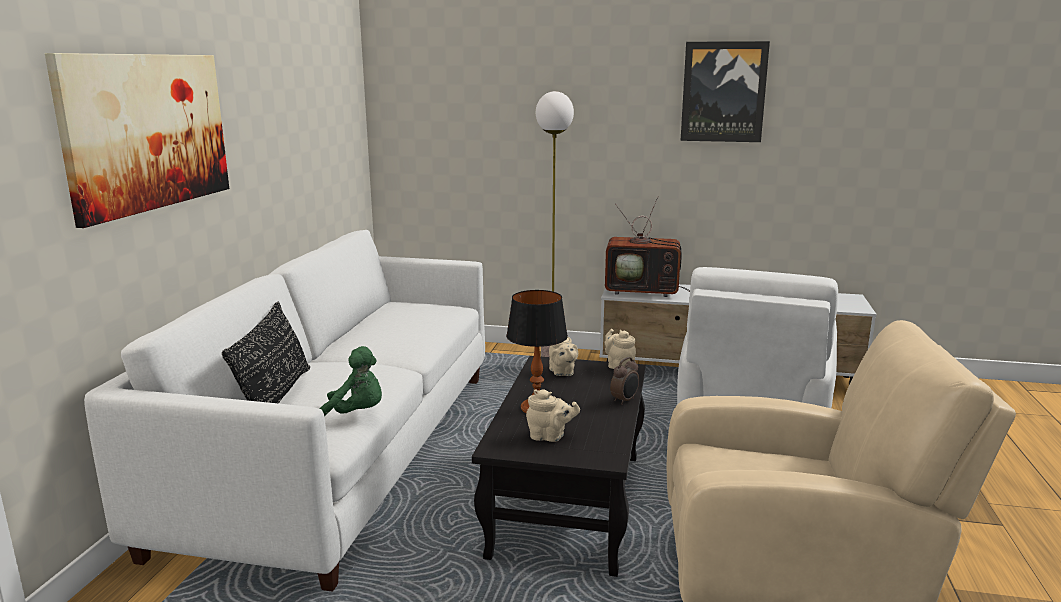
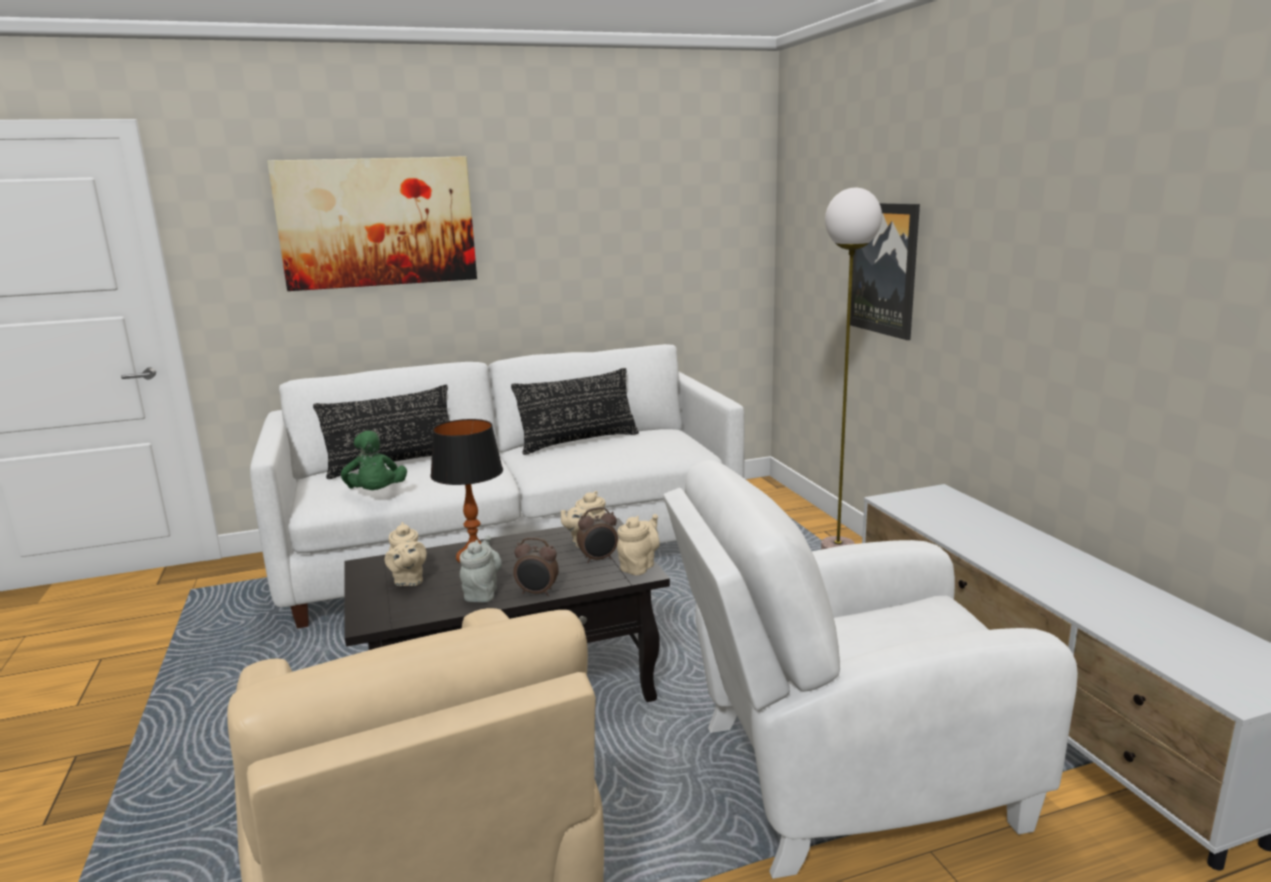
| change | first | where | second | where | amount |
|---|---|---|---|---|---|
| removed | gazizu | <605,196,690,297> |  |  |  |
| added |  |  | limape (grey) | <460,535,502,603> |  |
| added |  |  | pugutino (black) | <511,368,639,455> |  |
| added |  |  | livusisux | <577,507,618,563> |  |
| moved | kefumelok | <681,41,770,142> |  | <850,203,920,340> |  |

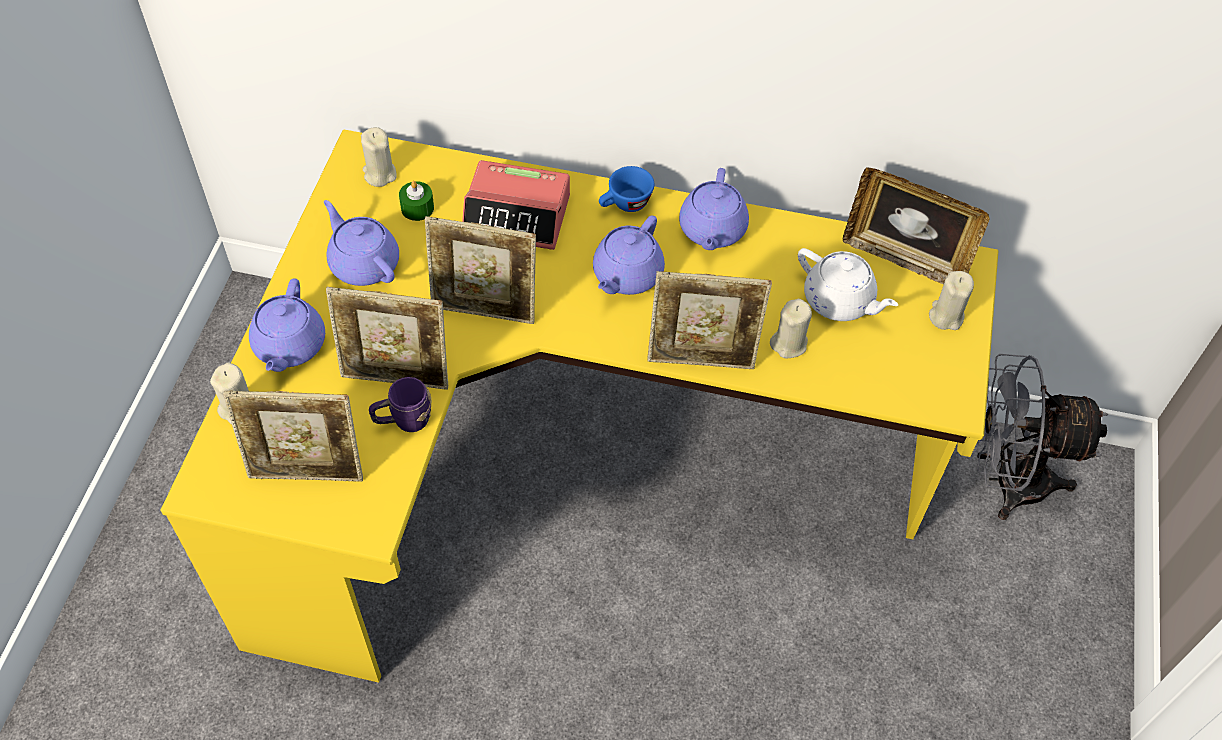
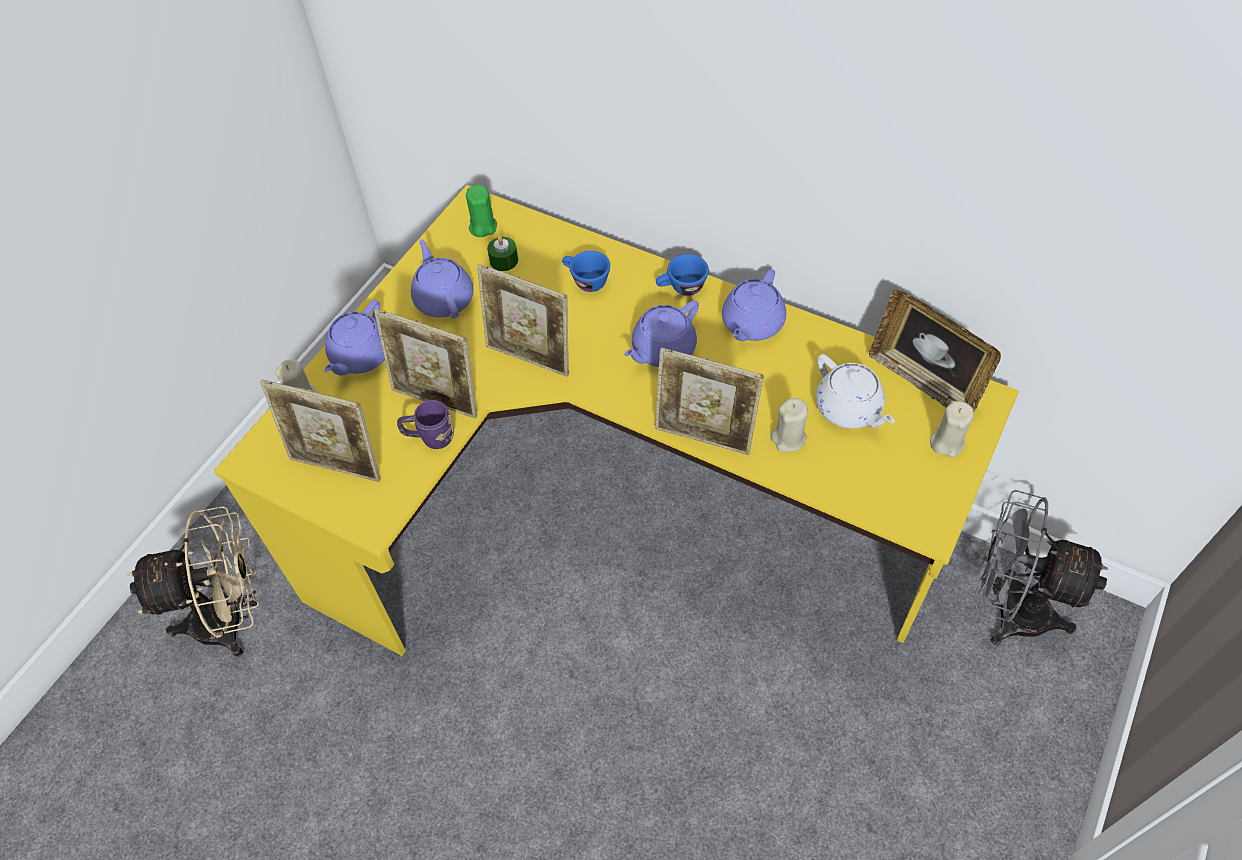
| change | first | where | second | where | amount |
|---|---|---|---|---|---|
| added |  |  | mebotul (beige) | <127,506,259,657> |  |
| replaced | livusisux | <462,160,570,250> | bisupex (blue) | <562,251,610,292> |  |
| recoloured | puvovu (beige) | <361,127,397,187> | puvovu (green) | <466,185,497,237> |  |

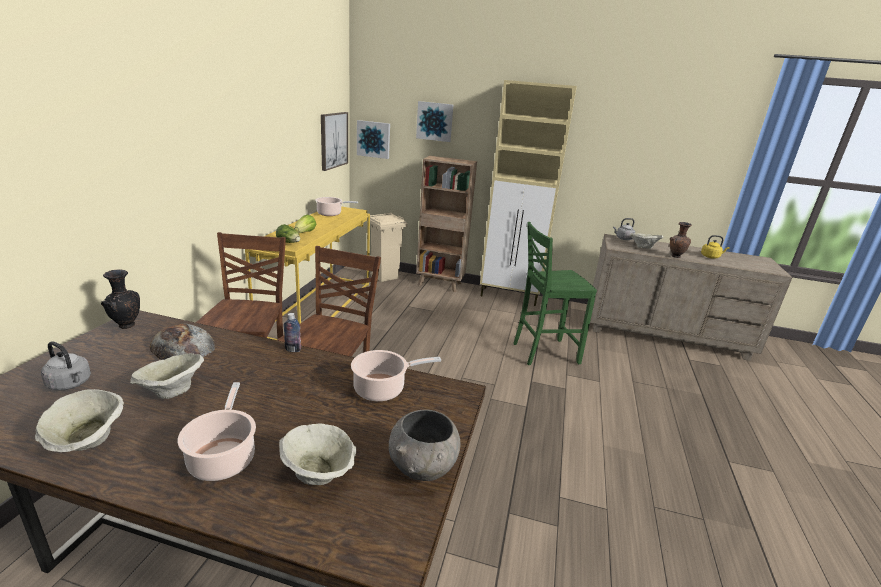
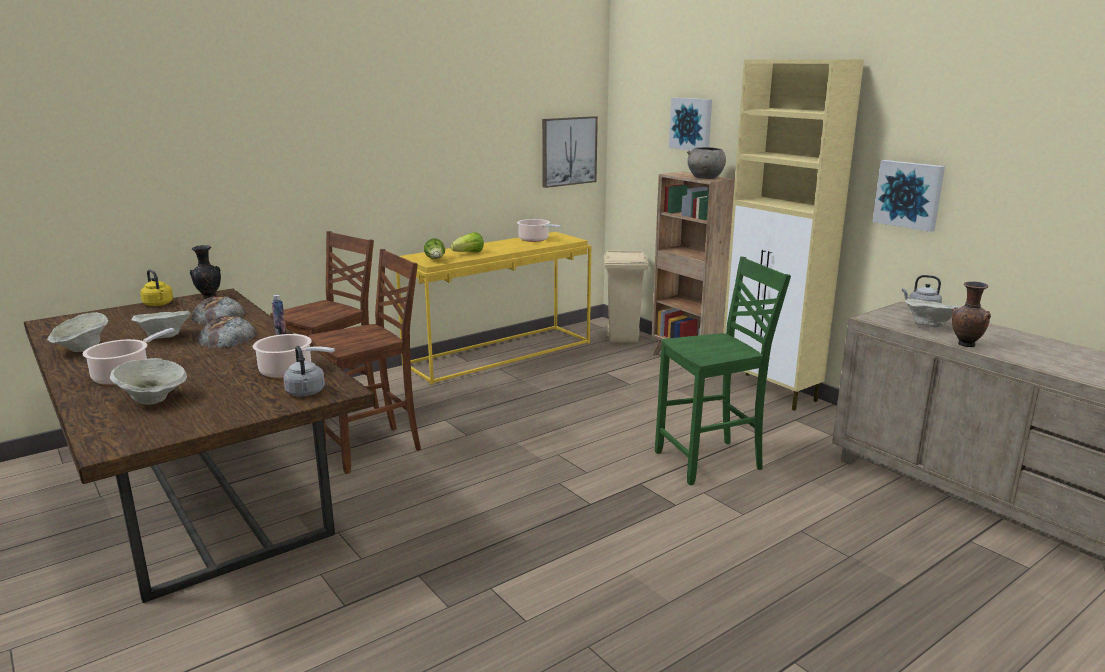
| change | first | where | second | where | amount |
|---|---|---|---|---|---|
| added |  |  | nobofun | <197,316,257,348> |  |
| moved | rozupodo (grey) | <41,341,91,390> |  | <283,346,325,397> |  |
| moved | kefumelok | <357,120,390,159> |  | <873,160,945,232> |  |
| moved | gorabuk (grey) | <389,409,461,481> |  | <687,147,726,179> |  |
| moved | rozupodo (yellow) | <701,235,730,258> |  | <140,269,173,306> |  |
| turned | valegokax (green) | <513,222,597,365> |  | <655,256,791,485> | 135 degrees clockwise |

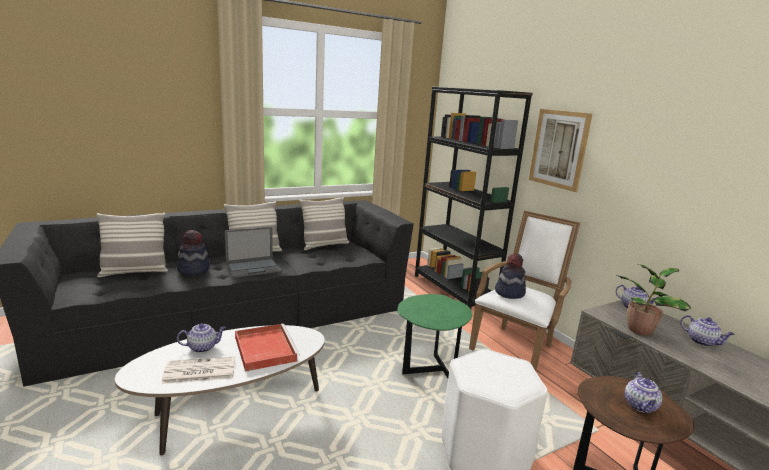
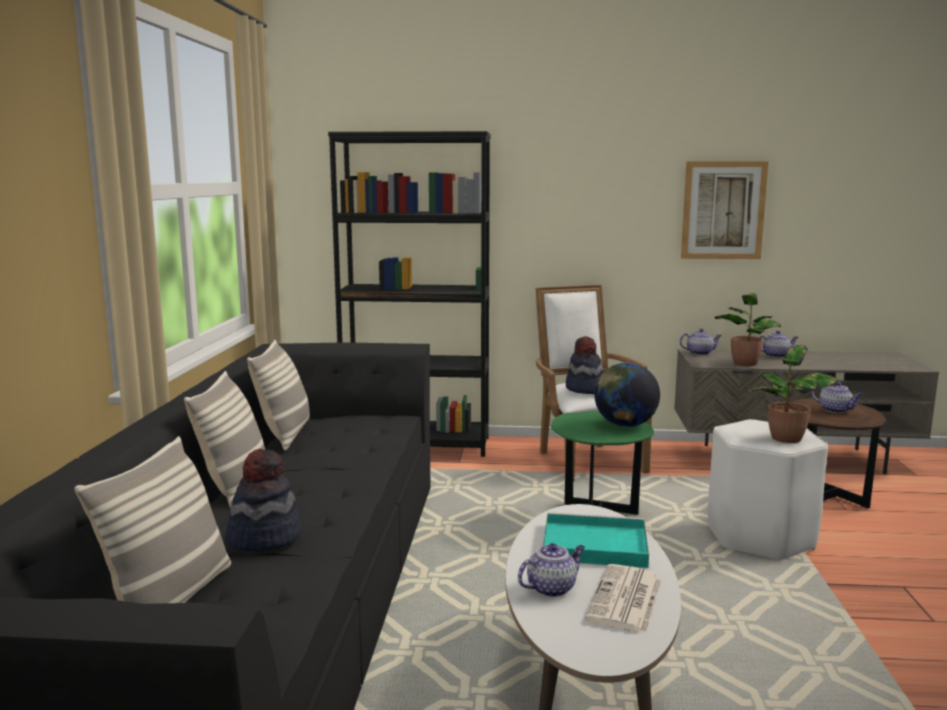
| change | first | where | second | where | amount |
|---|---|---|---|---|---|
| removed | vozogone | <225,227,282,278> |  |  |  |
| added |  |  | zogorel | <594,363,660,427> |  |
| added |  |  | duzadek | <746,345,838,443> |  |
| moved | kefumelok | <529,109,592,192> |  | <681,161,769,259> |  |
| recoloured | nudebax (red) | <235,324,300,372> | nudebax (turquoise) | <543,512,649,568> |  |
| turned | limape | <177,323,226,353> |  | <518,543,585,597> | 45 degrees clockwise |

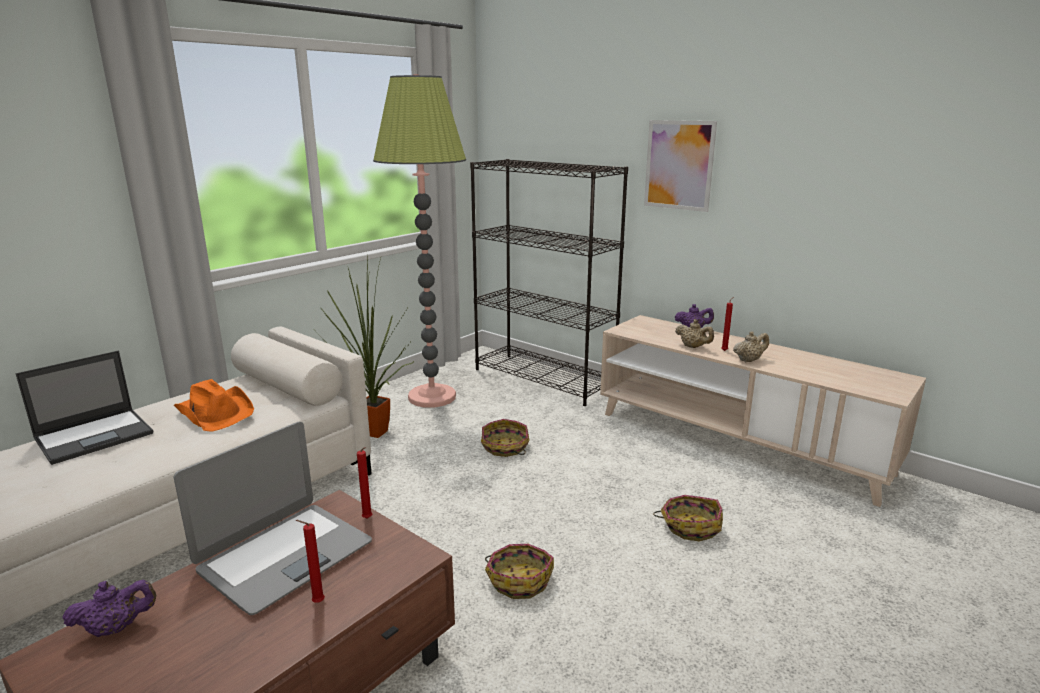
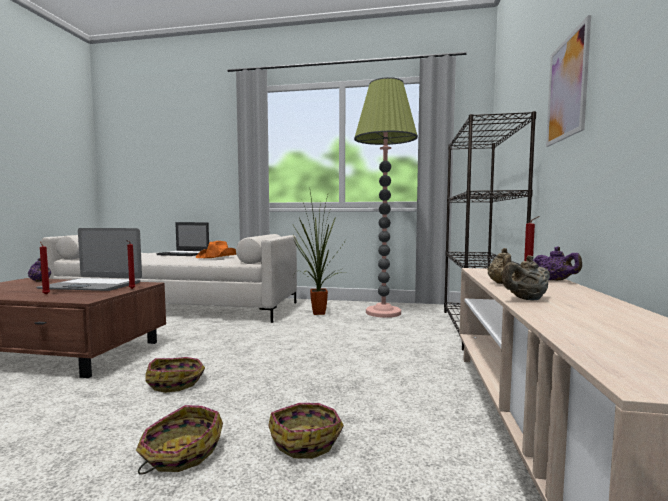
| change | first | where | second | where | amount |
|---|---|---|---|---|---|
| moved | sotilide | <481,419,530,457> |  | <136,405,223,475> |  |
| turned | limape (beige) | <733,331,769,362> |  | <502,255,550,300> | 120 degrees clockwise |

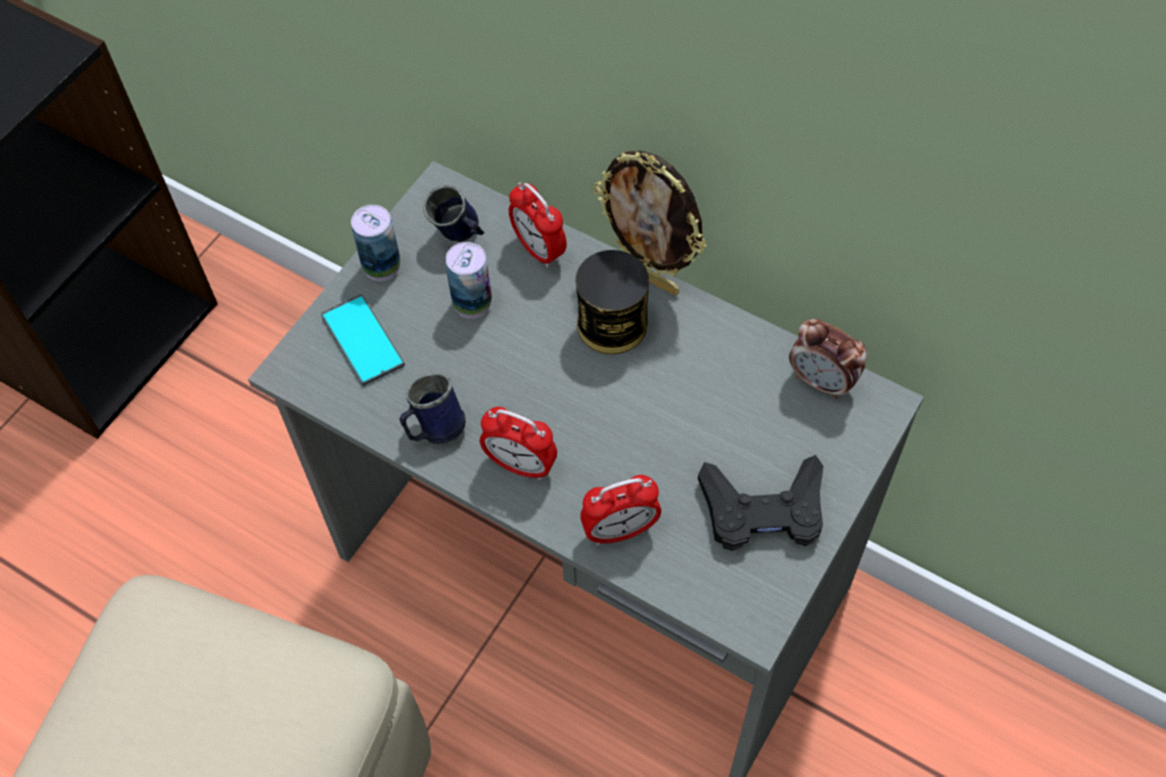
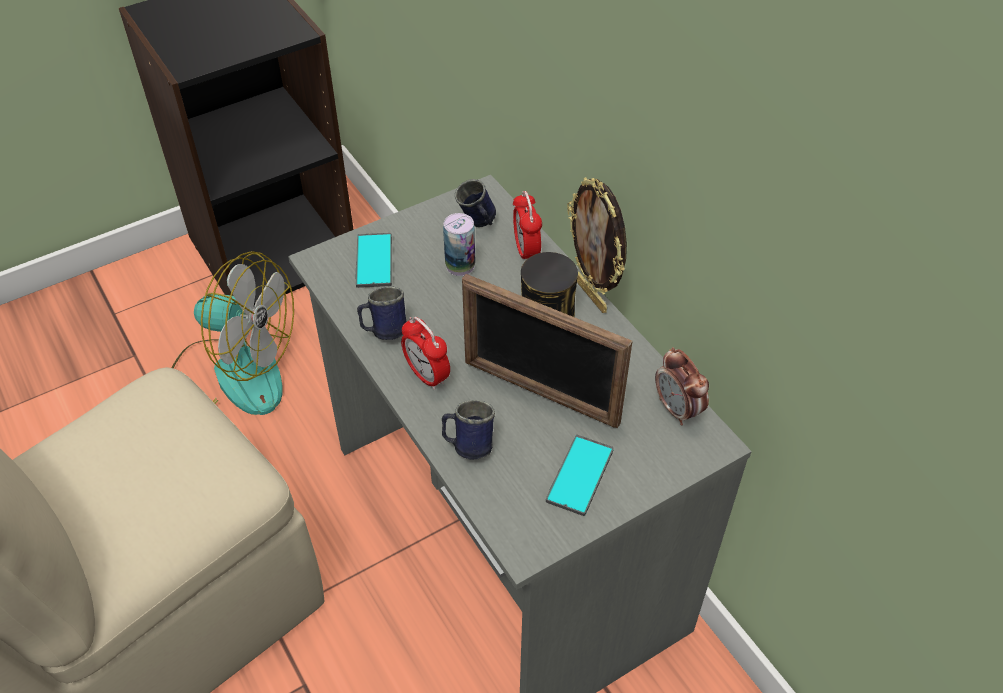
| change | first | where | second | where | amount |
|---|---|---|---|---|---|
| removed | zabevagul | <351,205,400,281> |  |  |  |
| added |  |  | mebotul | <172,251,294,415> |  |
| added |  |  | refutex | <462,274,632,428> |  |
| replaced | livusisux | <580,475,661,545> | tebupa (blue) | <442,400,495,459> |  |
| replaced | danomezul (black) | <698,455,824,551> | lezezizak | <546,435,614,516> |  |

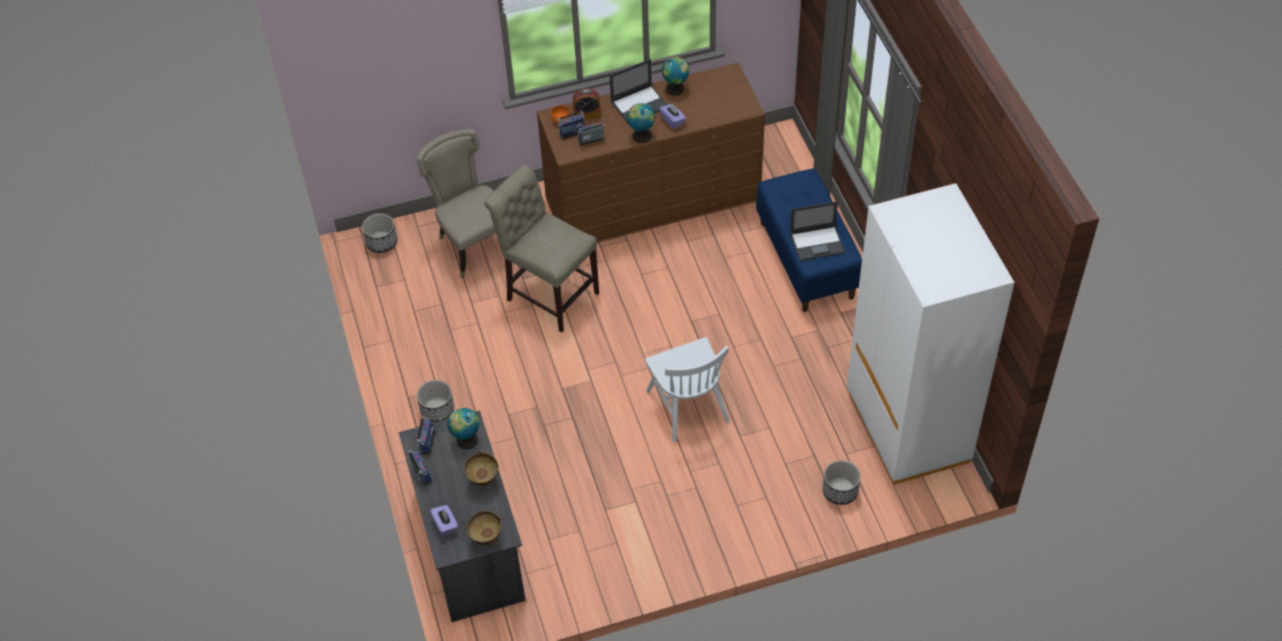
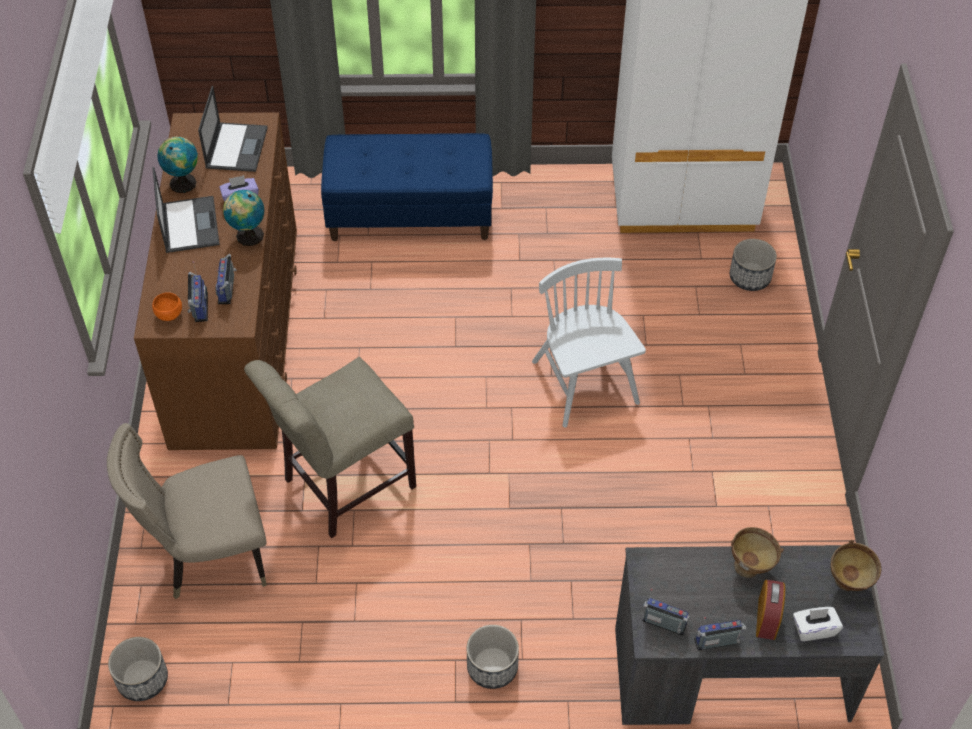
| change | first | where | second | where | amount |
|---|---|---|---|---|---|
| removed | zogorel | <447,408,479,449> |  |  |  |
| moved | livusisux | <573,88,601,119> |  | <756,580,785,640> |  |
| moved | vozogone | <790,201,845,261> |  | <198,86,268,172> |  |
| recoloured | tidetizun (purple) | <430,505,458,537> | tidetizun (white) | <793,607,843,641> |  |
| turned | valegokax (white) | <645,337,730,442> |  | <532,258,646,427> | 105 degrees counterclockwise |

